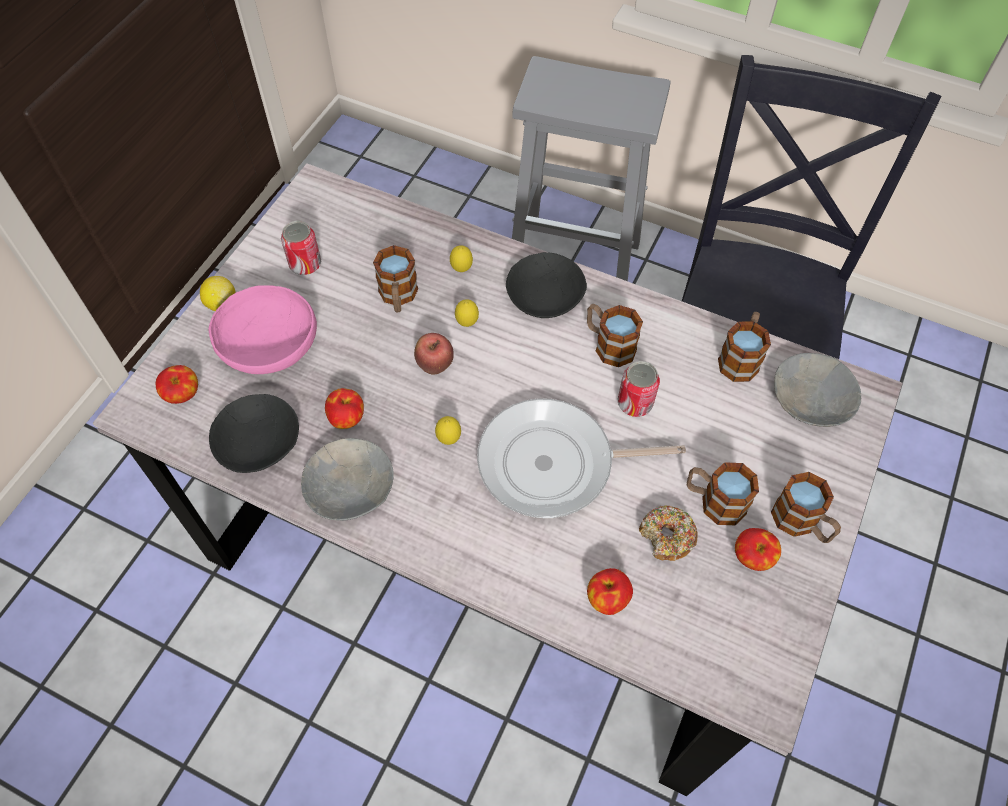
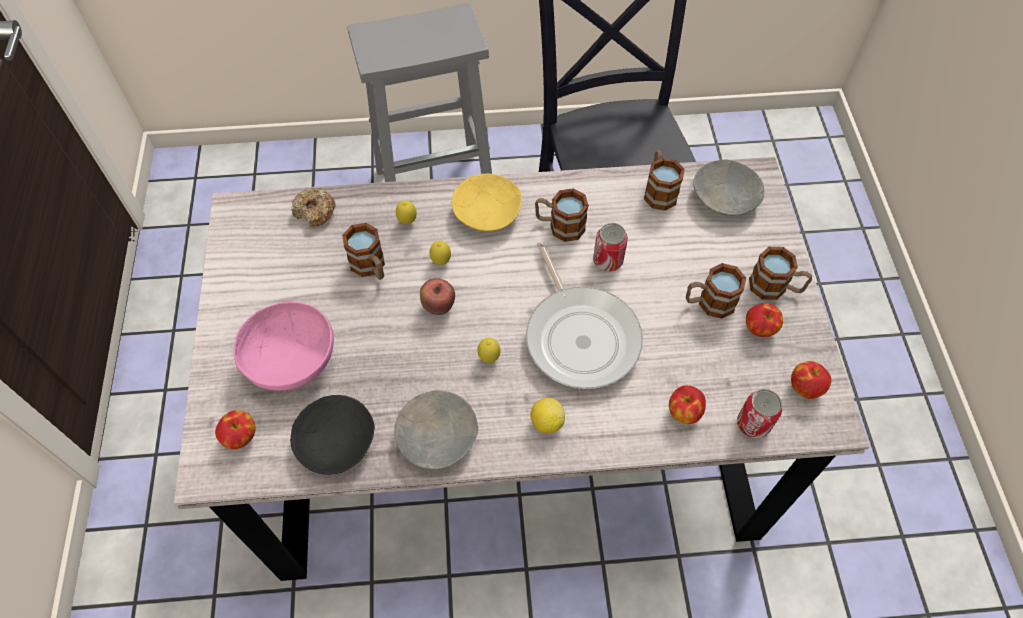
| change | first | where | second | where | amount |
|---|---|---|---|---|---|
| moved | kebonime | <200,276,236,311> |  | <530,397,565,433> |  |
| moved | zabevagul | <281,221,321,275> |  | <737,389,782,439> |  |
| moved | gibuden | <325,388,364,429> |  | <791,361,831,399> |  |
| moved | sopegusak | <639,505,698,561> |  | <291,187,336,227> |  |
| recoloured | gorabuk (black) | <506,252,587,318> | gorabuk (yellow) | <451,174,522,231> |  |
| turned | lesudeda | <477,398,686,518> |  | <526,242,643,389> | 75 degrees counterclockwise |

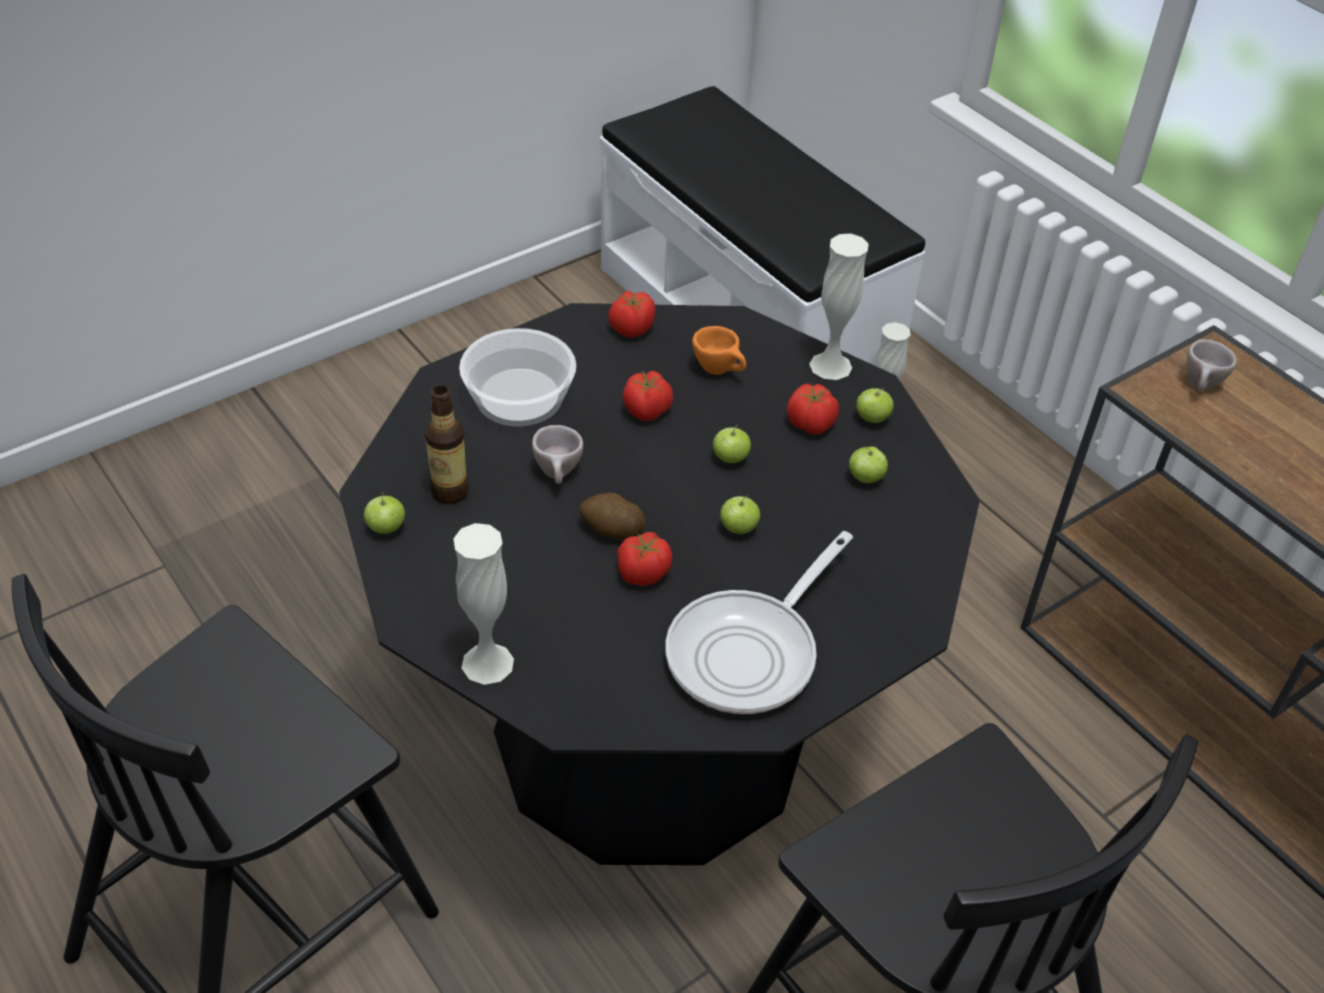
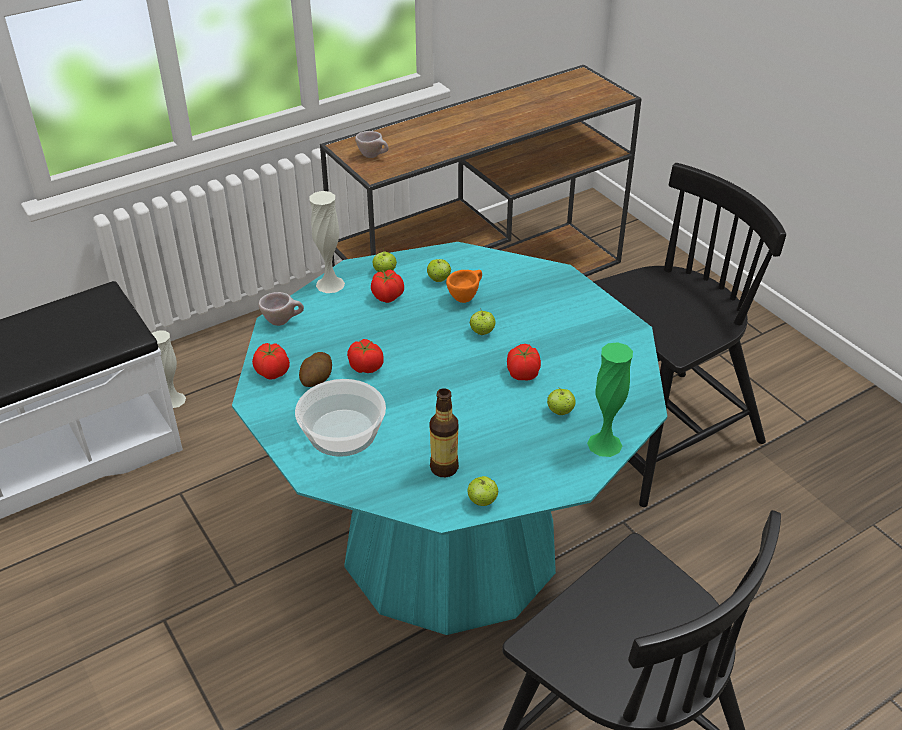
| change | first | where | second | where | amount |
|---|---|---|---|---|---|
| removed | lesudeda | <665,531,853,714> |  |  |  |
| moved | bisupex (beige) | <532,425,583,484> |  | <258,292,304,326> |  |
| moved | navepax | <579,493,645,540> |  | <299,352,332,387> |  |
| moved | bisupex (orange) | <692,326,747,375> |  | <446,270,482,303> |  |
| moved | gibuden | <712,424,751,463> |  | <547,387,576,415> |  |
| recoloured | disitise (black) | <339,303,980,865> | disitise (turquoise) | <232,242,667,635> |  |
| recoloured | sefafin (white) | <453,523,514,685> | sefafin (green) | <587,342,633,457> |  |

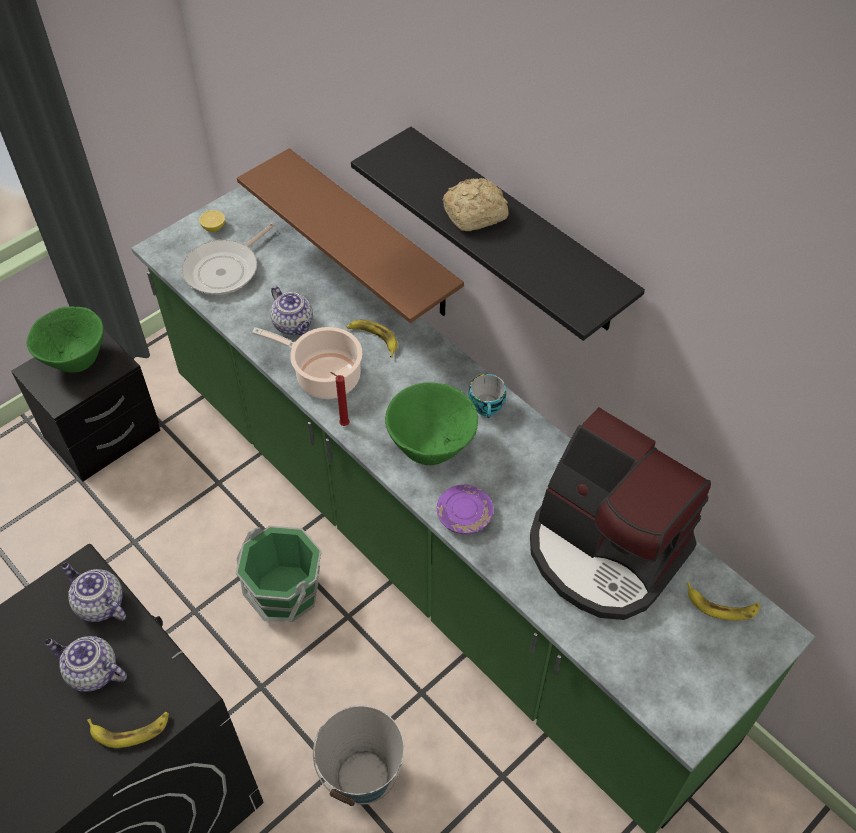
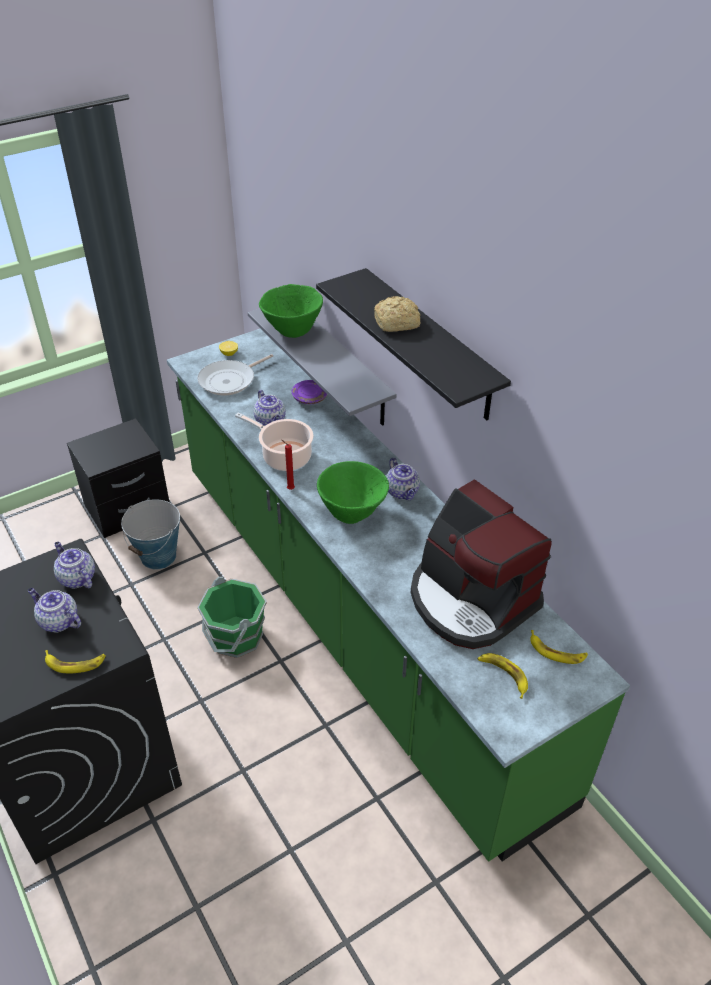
| change | first | where | second | where | amount |
|---|---|---|---|---|---|
| moved | gorabuk (green) | <26,307,104,373> |  | <259,284,323,338> |  |
| moved | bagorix | <313,705,404,806> |  | <121,499,180,569> |  |
| moved | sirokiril | <346,320,398,357> |  | <477,653,528,699> |  |
| moved | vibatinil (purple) | <437,484,493,534> |  | <292,380,327,404> |  |
| replaced | bisupex | <468,374,506,418> | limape | <386,457,420,500> |  |
| recoloured | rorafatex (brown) | <237,148,464,323> | rorafatex (grey) | <248,309,396,426> |  |

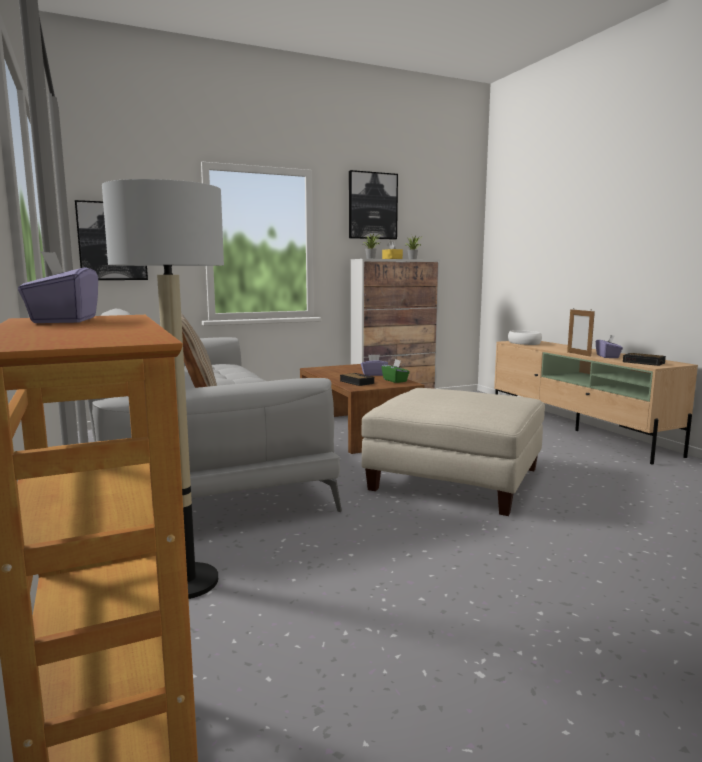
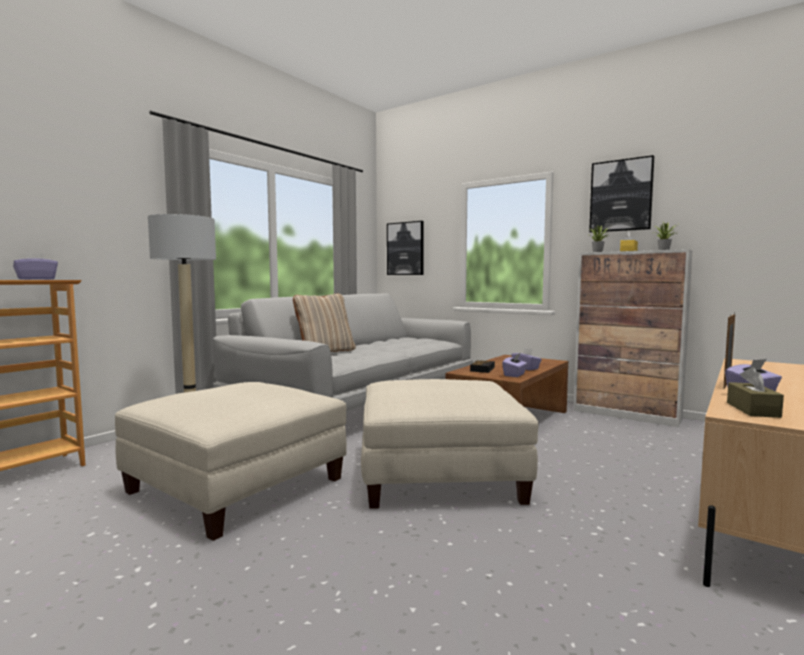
| change | first | where | second | where | amount |
|---|---|---|---|---|---|
| removed | gorabuk (white) | <508,330,542,345> |  |  |  |
| added |  |  | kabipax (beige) | <115,382,347,541> |  |
| replaced | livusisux | <623,353,666,366> | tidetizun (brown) | <727,367,784,418> |  |
| recoloured | tidetizun (green) | <381,359,410,383> | tidetizun (purple) | <502,353,527,377> |  |

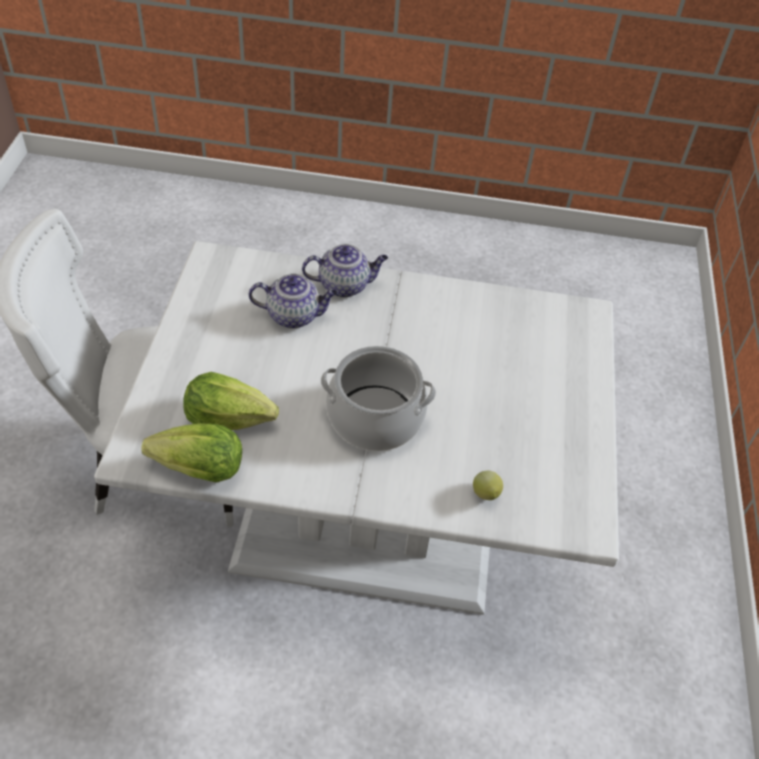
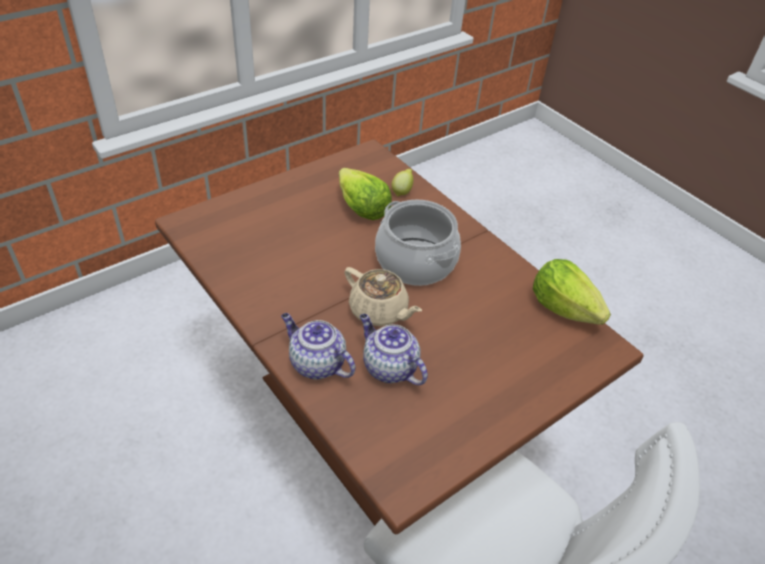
| change | first | where | second | where | amount |
|---|---|---|---|---|---|
| added |  |  | limape (beige) | <344,267,422,326> |  |
| moved | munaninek | <183,372,279,430> |  | <339,168,392,220> |  |
| recoloured | disitise (white) | <94,241,619,615> | disitise (brown) | <155,139,643,535> |  |

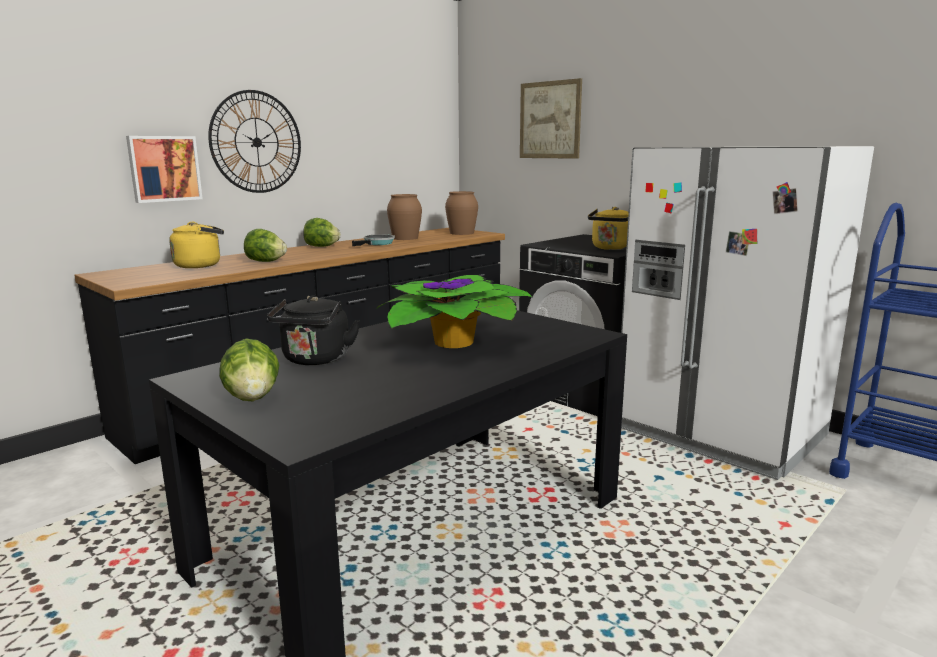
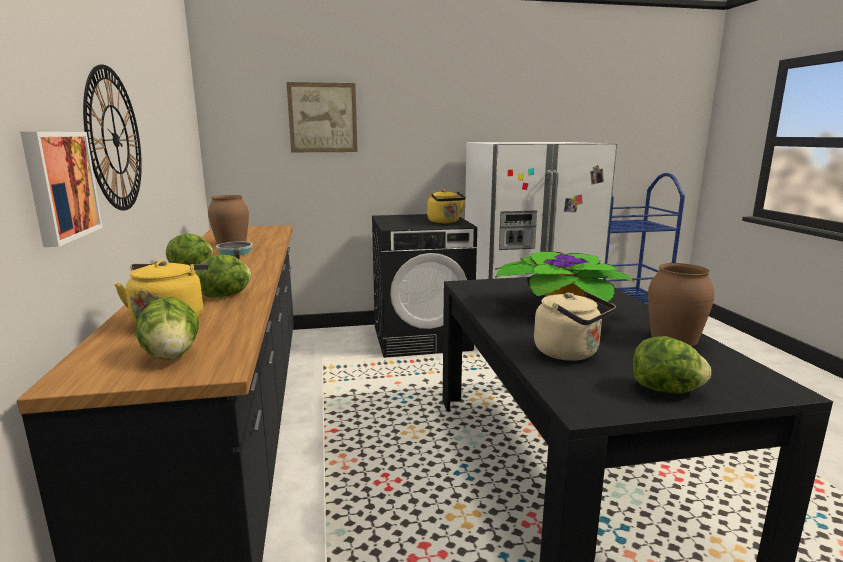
| change | first | where | second | where | amount |
|---|---|---|---|---|---|
| added |  |  | munaninek | <136,297,199,360> |  |
| moved | sefafin (brown) | <445,191,478,235> |  | <648,263,715,346> |  |
| recoloured | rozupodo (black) | <267,296,360,365> | rozupodo (beige) | <534,291,616,361> |  |

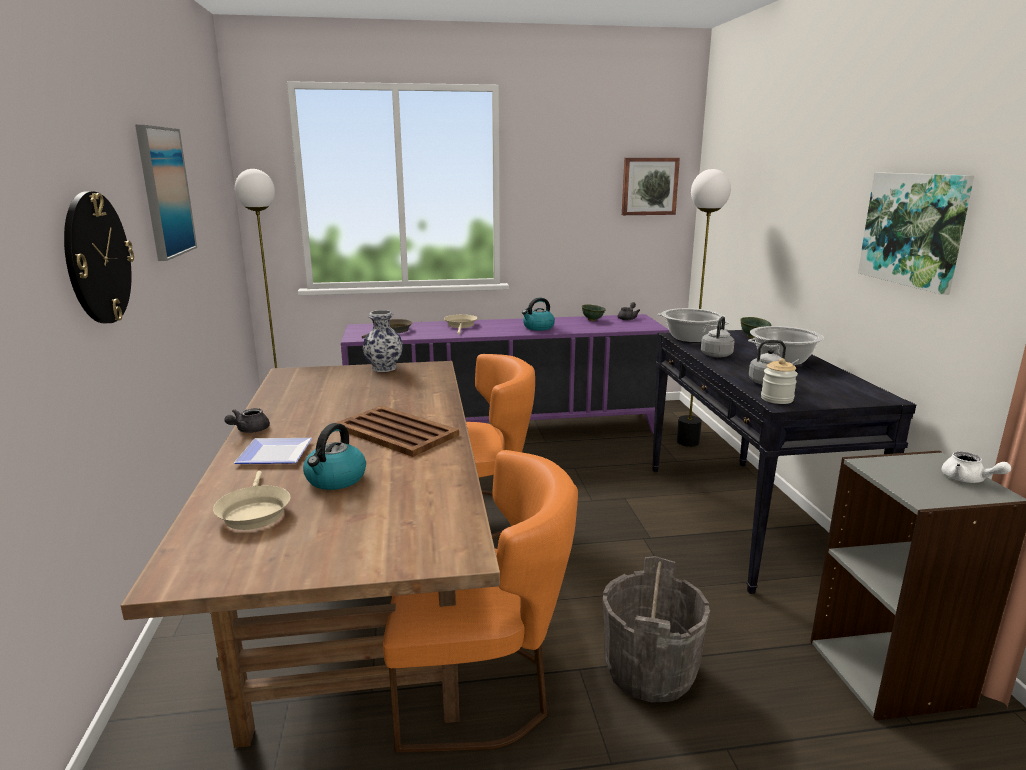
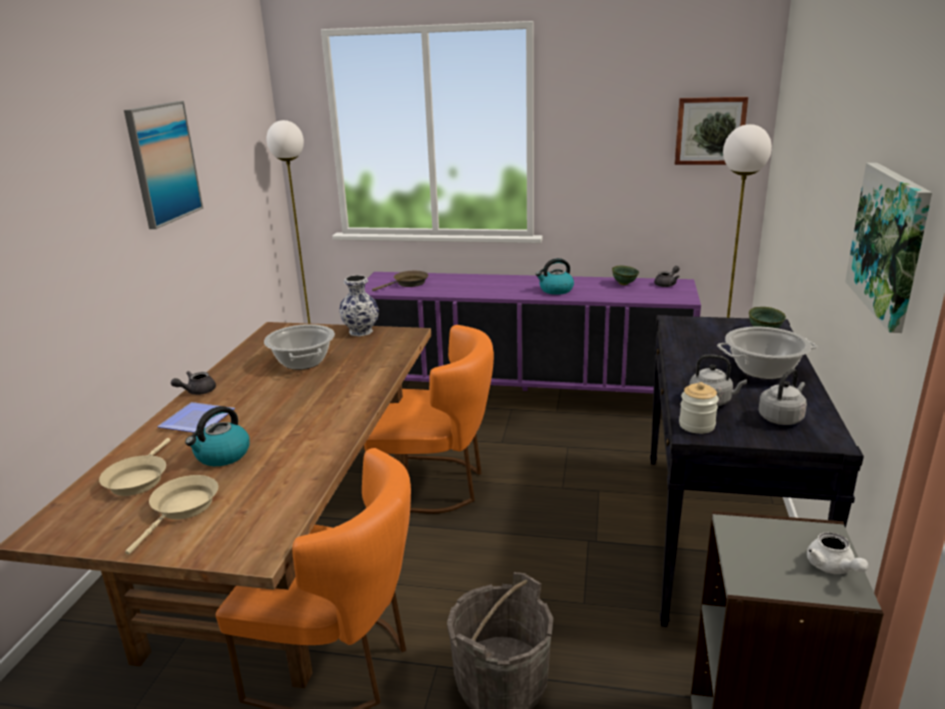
| change | first | where | second | where | amount |
|---|---|---|---|---|---|
| removed | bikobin | <64,191,134,323> |  |  |  |
| removed | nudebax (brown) | <335,406,459,457> |  |  |  |
| moved | lesudeda (beige) | <444,314,477,335> |  | <125,475,218,555> |  |
| moved | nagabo | <658,308,729,343> |  | <264,324,335,370> |  |
| moved | rozupodo (grey) | <701,316,735,357> |  | <759,369,807,425> |  |

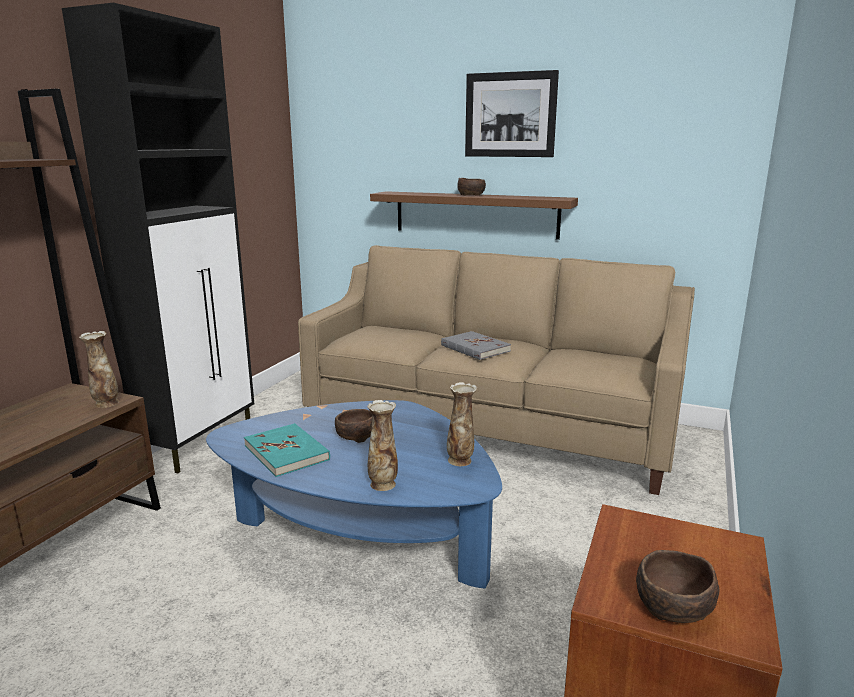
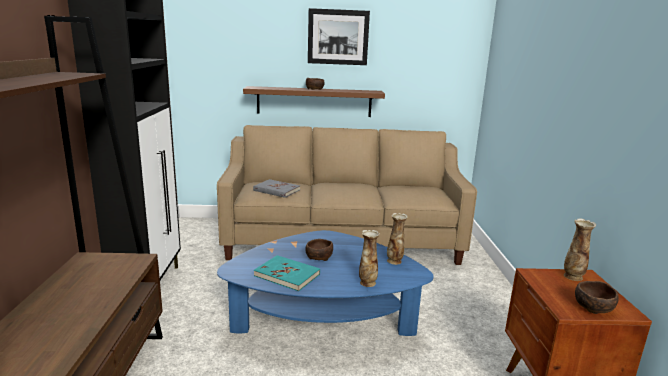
| change | first | where | second | where | amount |
|---|---|---|---|---|---|
| moved | sefafin | <79,331,119,408> |  | <564,218,596,281> |  |
| moved | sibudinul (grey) | <441,331,511,360> |  | <253,179,300,198> |  |

